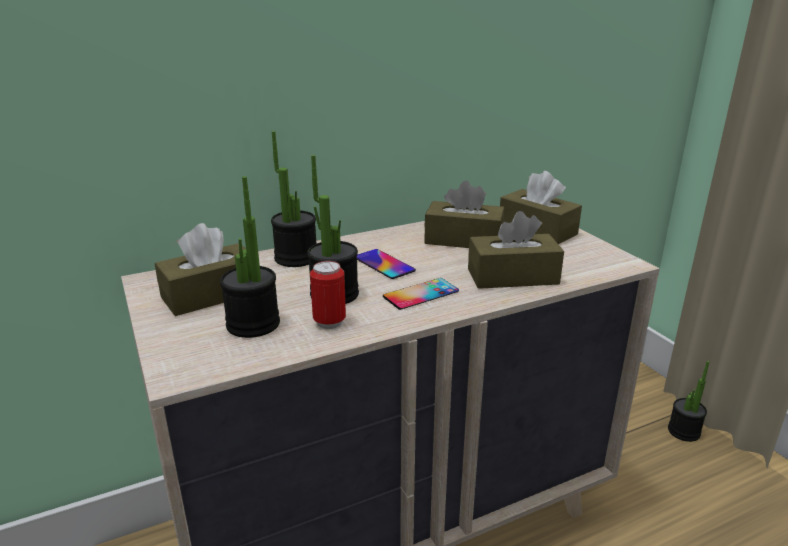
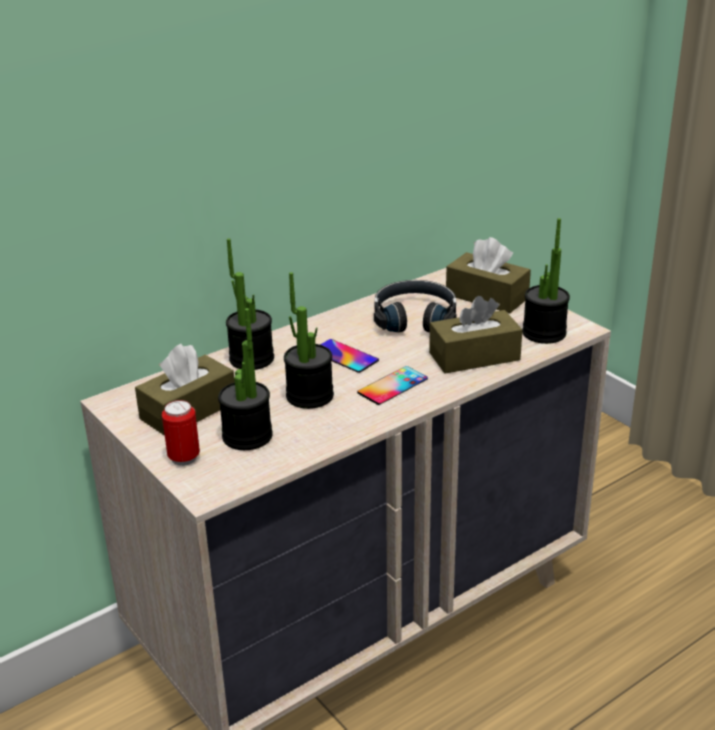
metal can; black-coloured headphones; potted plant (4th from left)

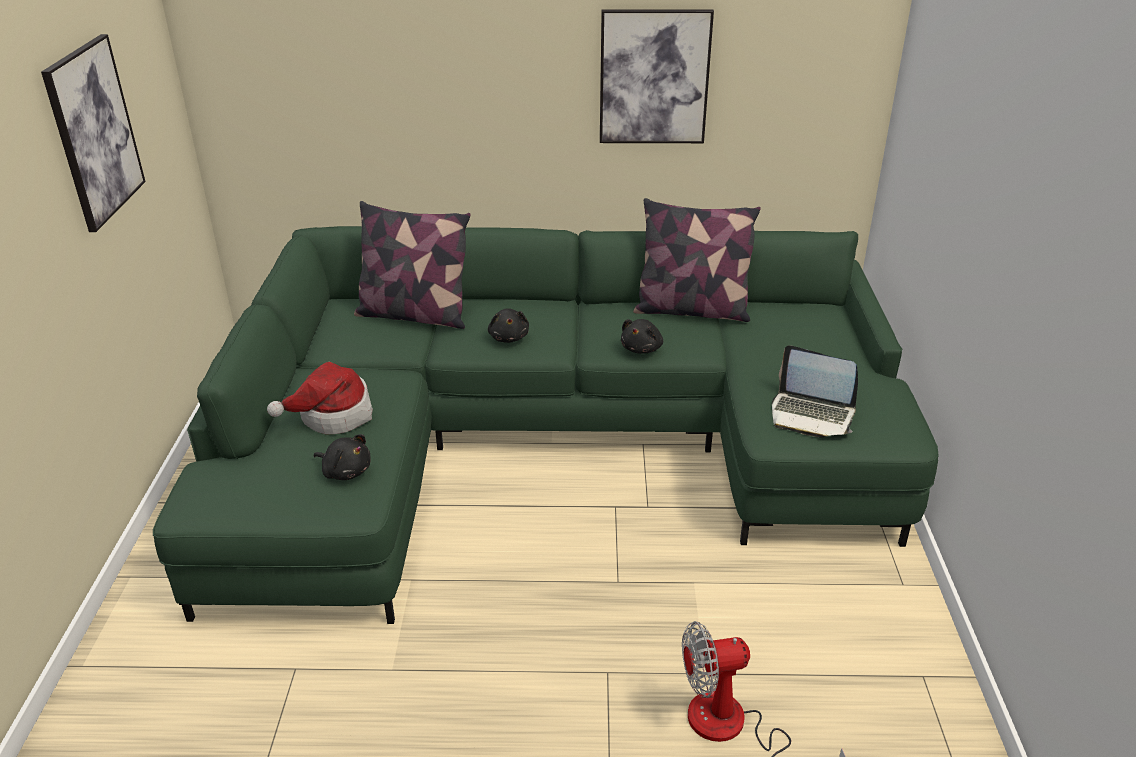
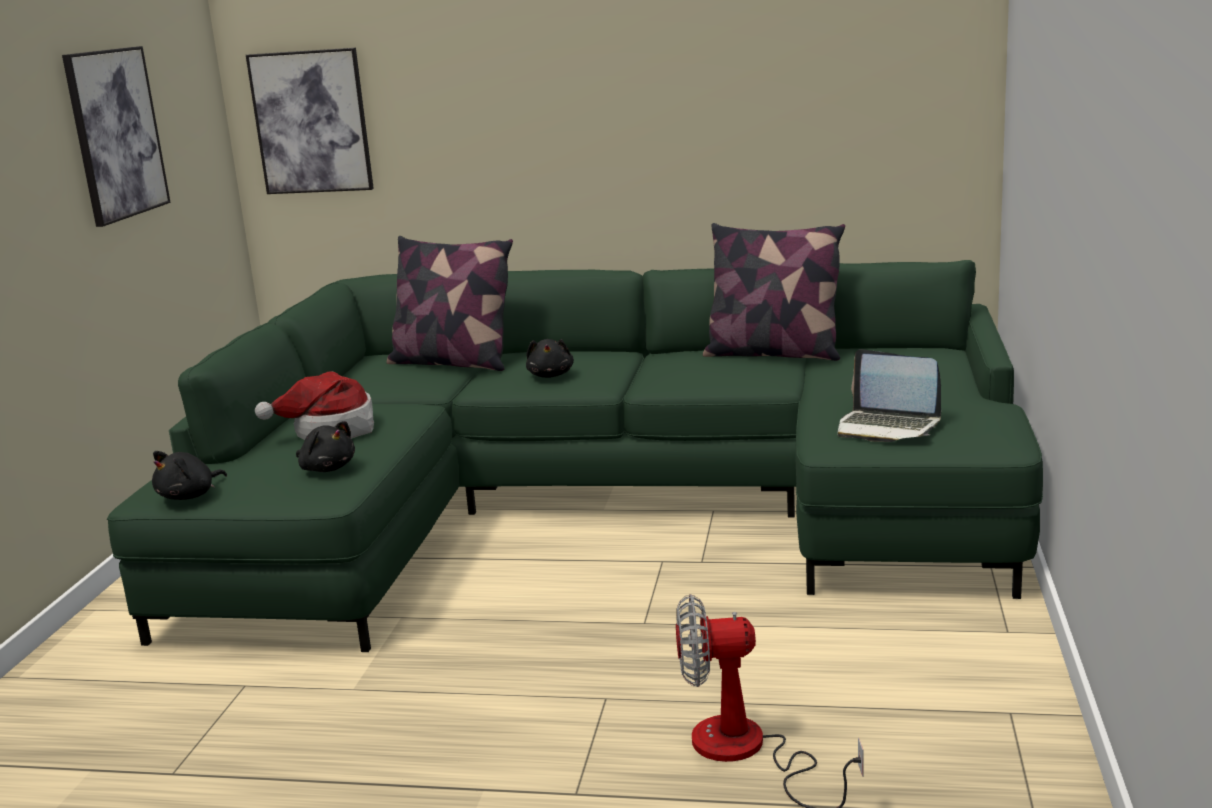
wall art (2nd from left); black-coloured plush toy (1st from left)

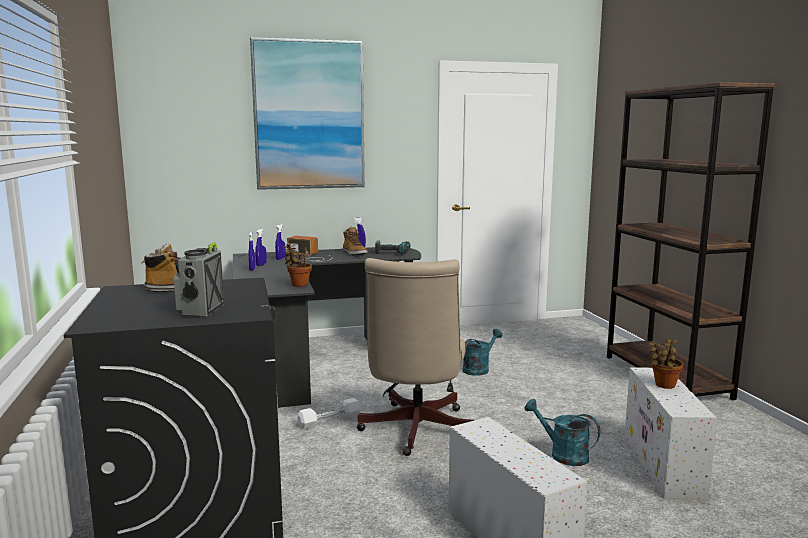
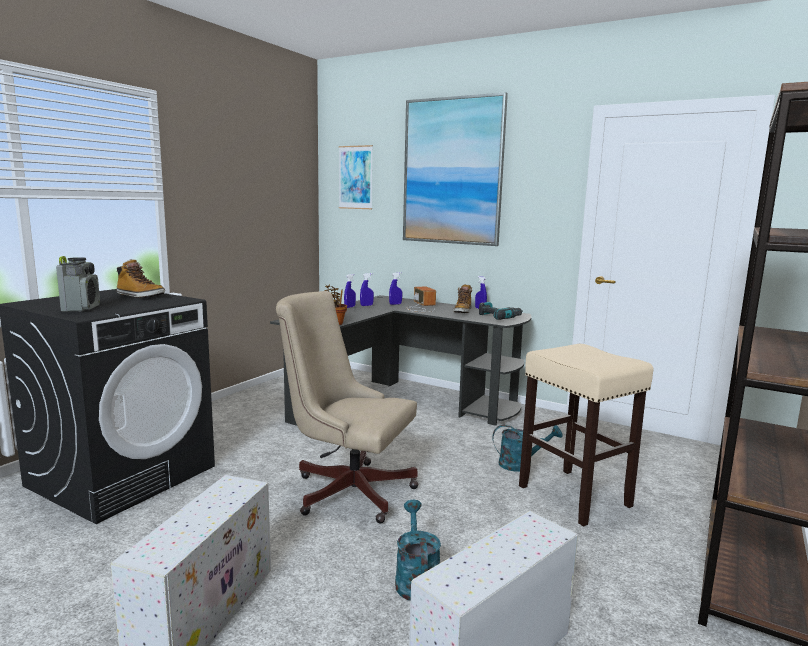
radio set (1st from left); white-coloured dumbbell; sand-coloured desk chair; potted plant (2nd from left in the first image); wall art (1st from left); sand-coloured stool seat

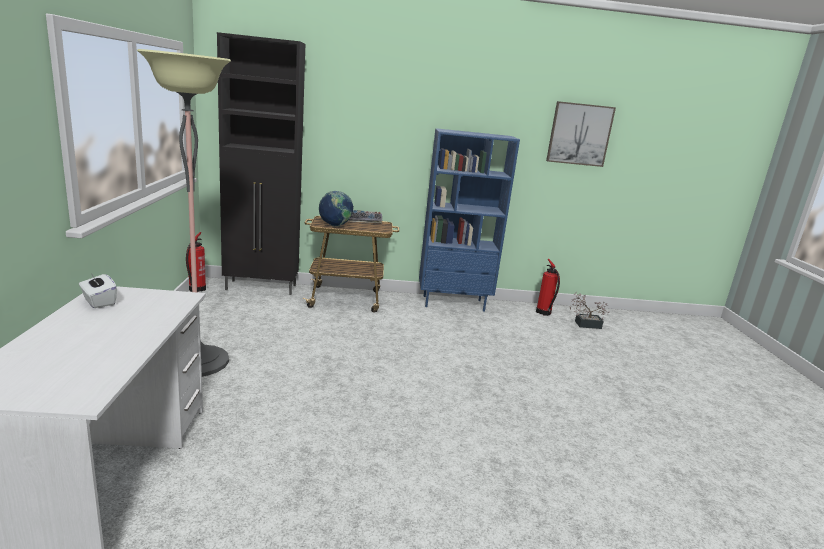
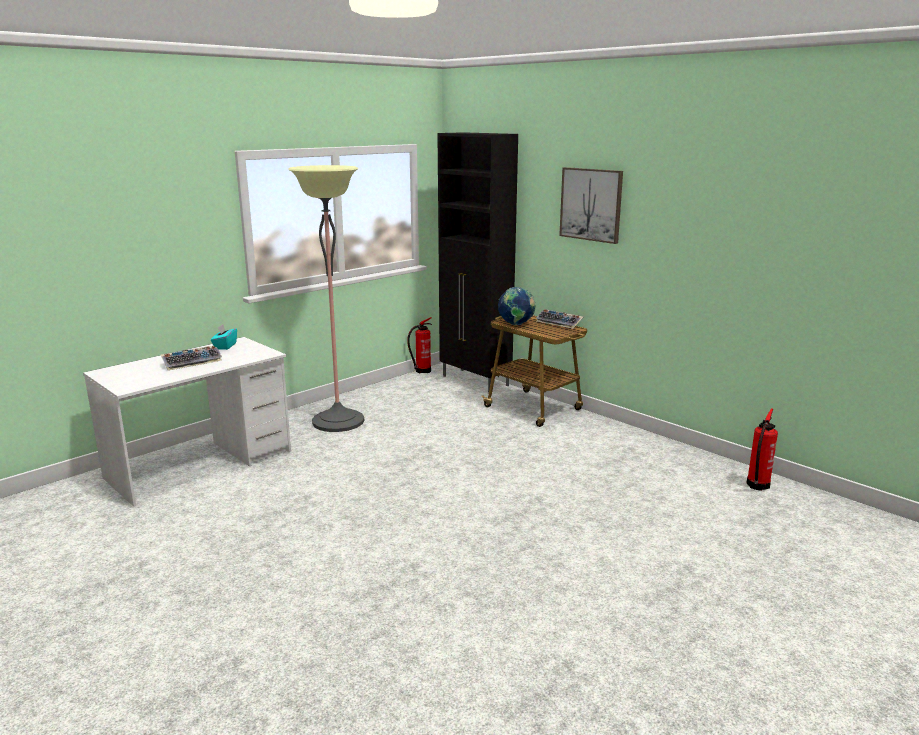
turquoise tissue box; blue-coloured shelving unit; wall art; potted plant; PC keyboard (1st from left)

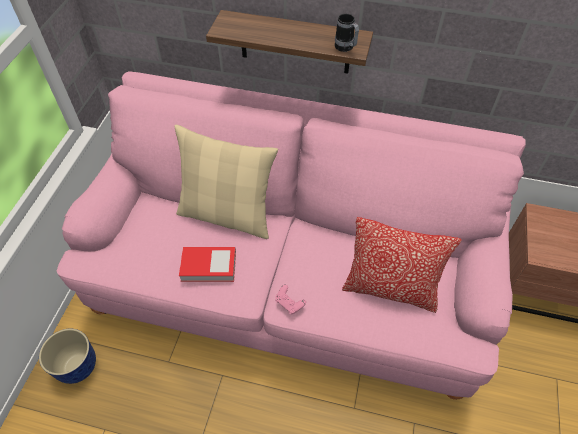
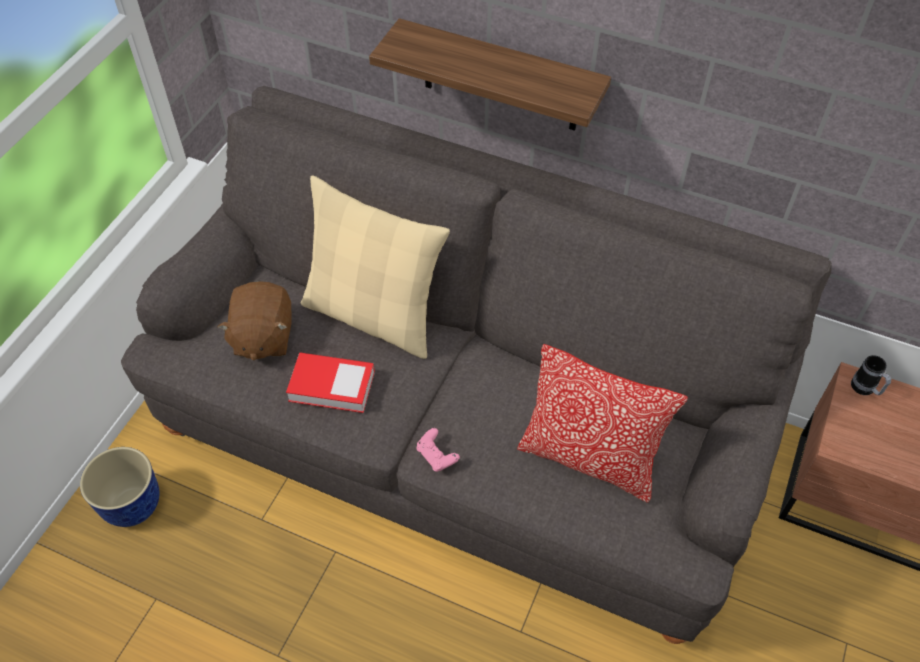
greyish sofa; mug; brownish plush toy

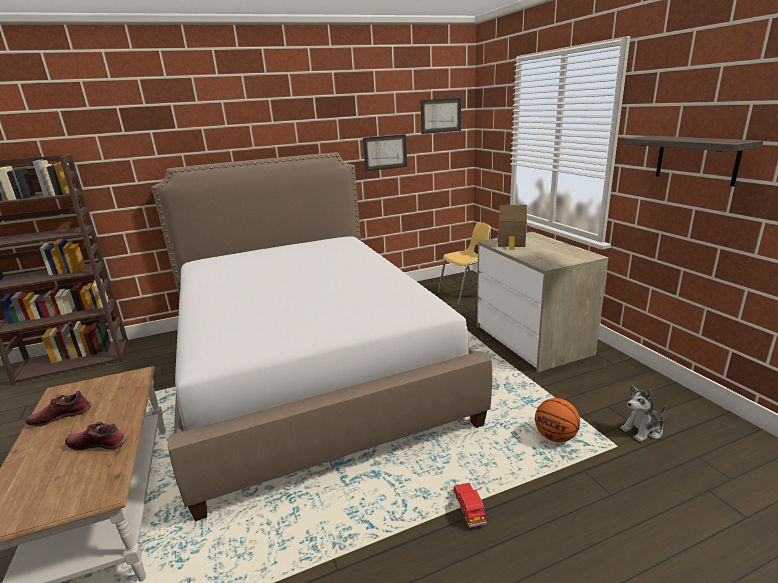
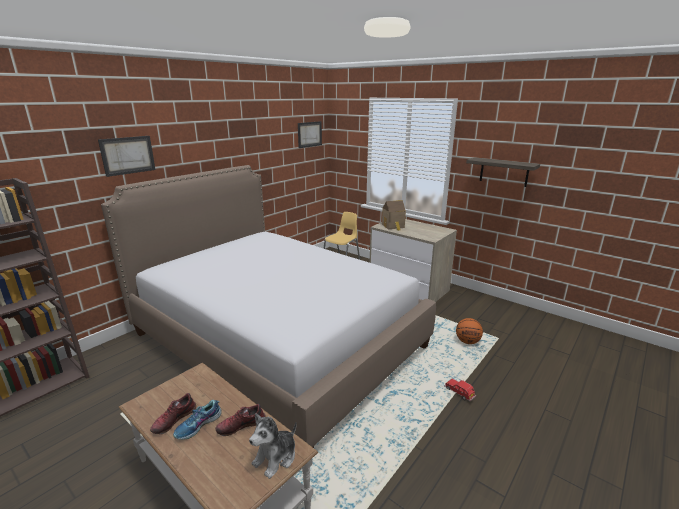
wall art (1st from left); plush toy; low shoe (2nd from left)

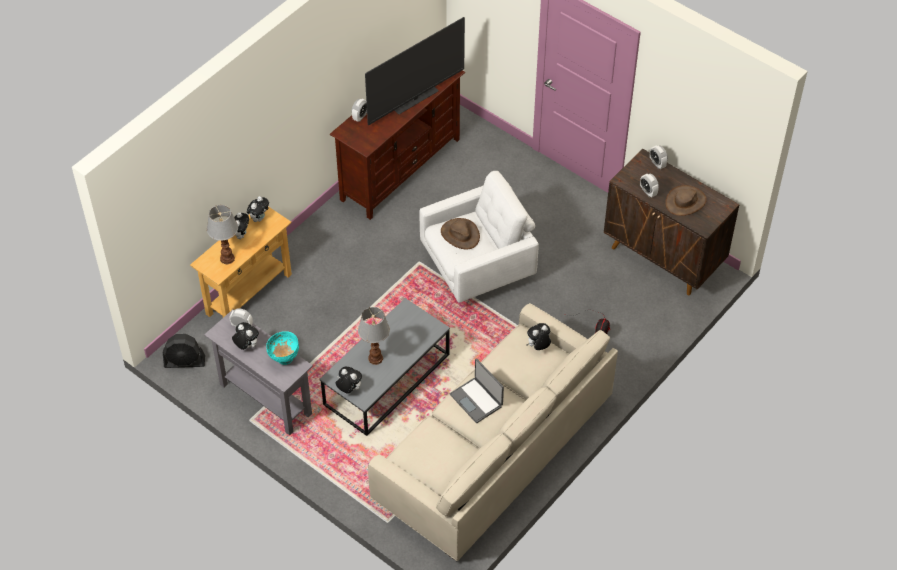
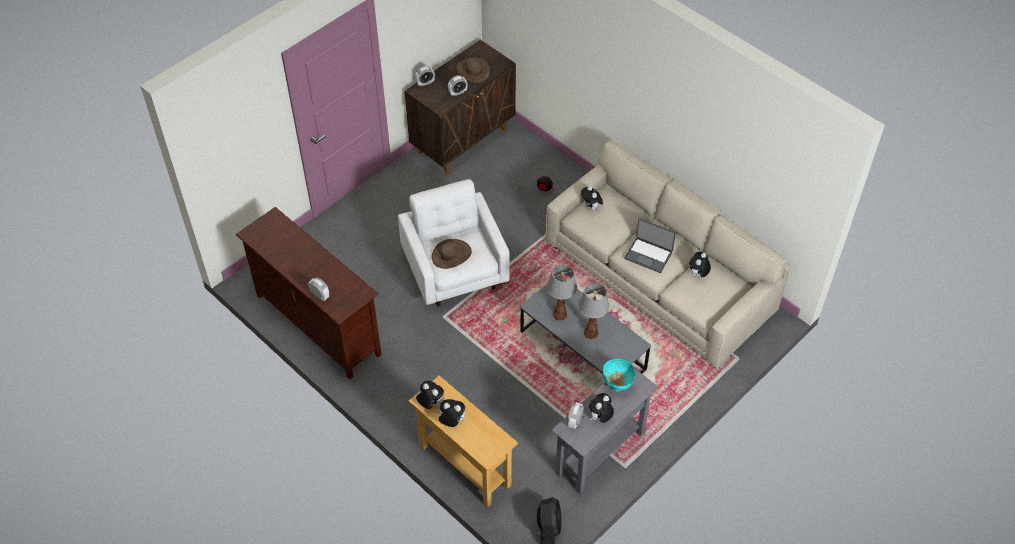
table lamp (1st from left); plush toy (5th from left); television; notebook computer

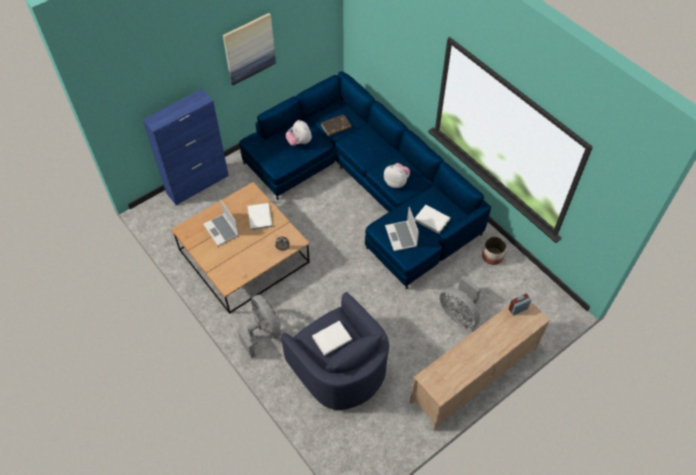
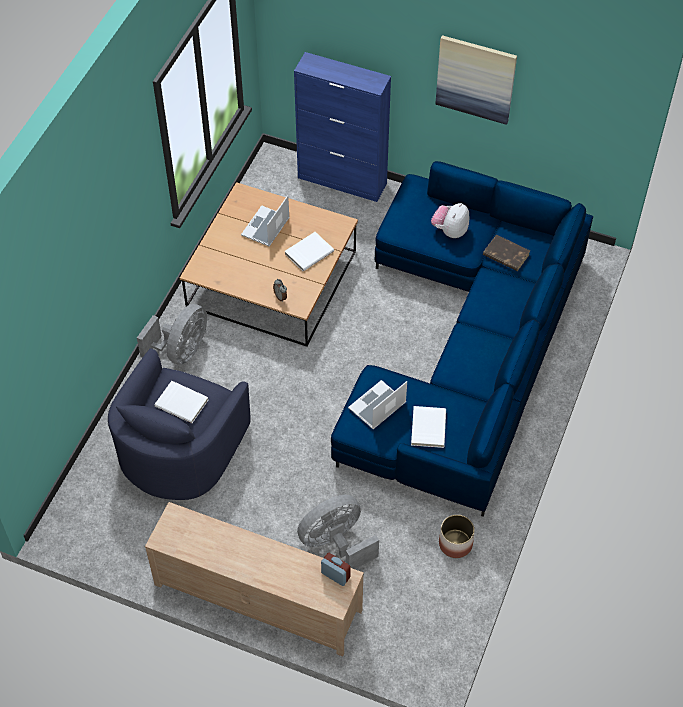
plush toy (2nd from left in the first image); greyish cooling fan (2nd from left)

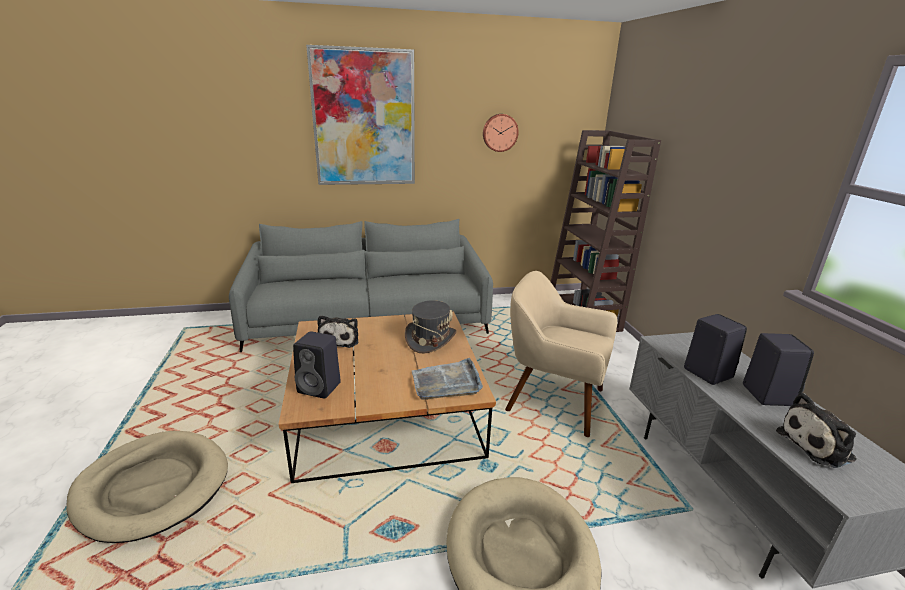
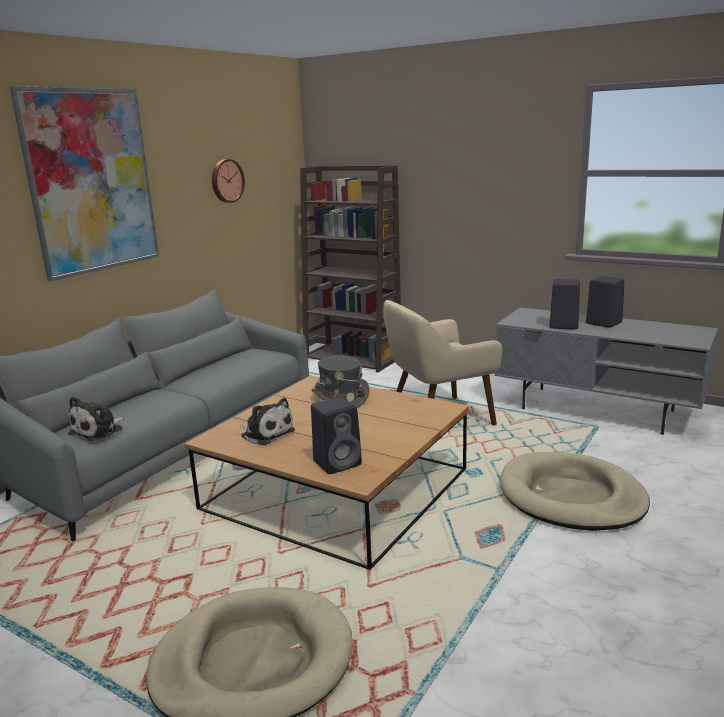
greyish serving tray; plush toy (1st from left)

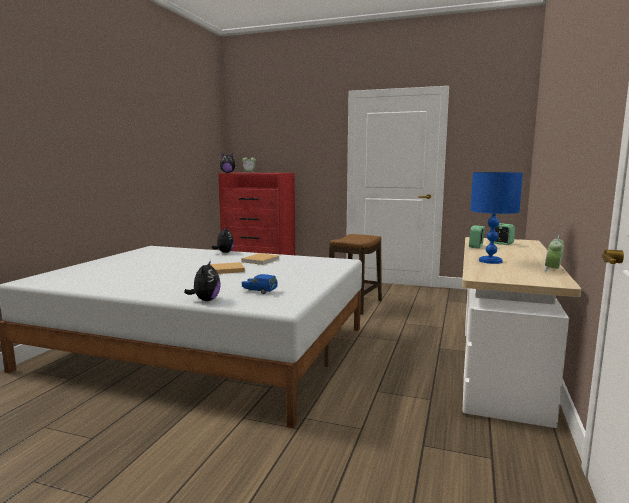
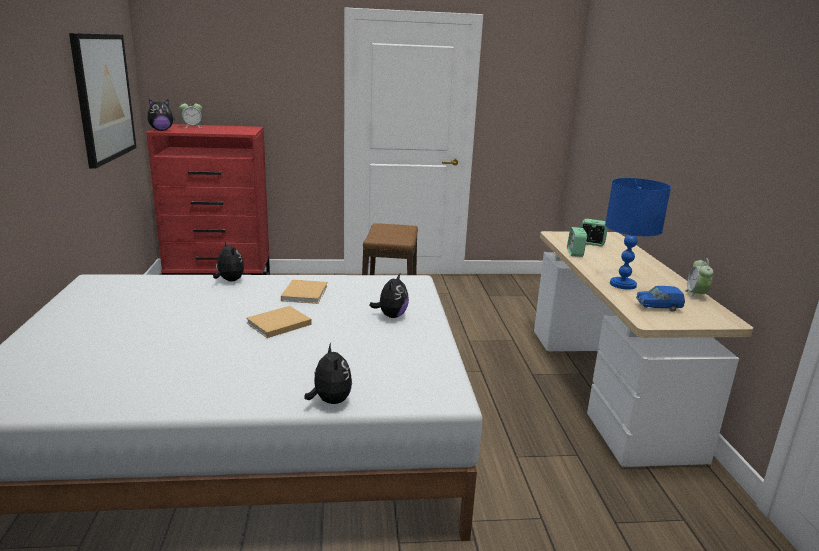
blue-coloured toy car; wall art; plush toy (4th from left)

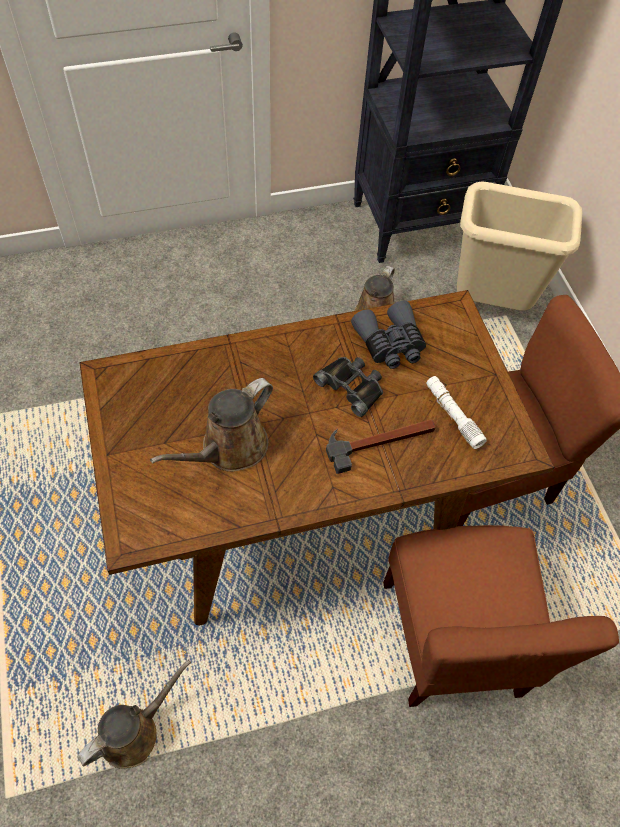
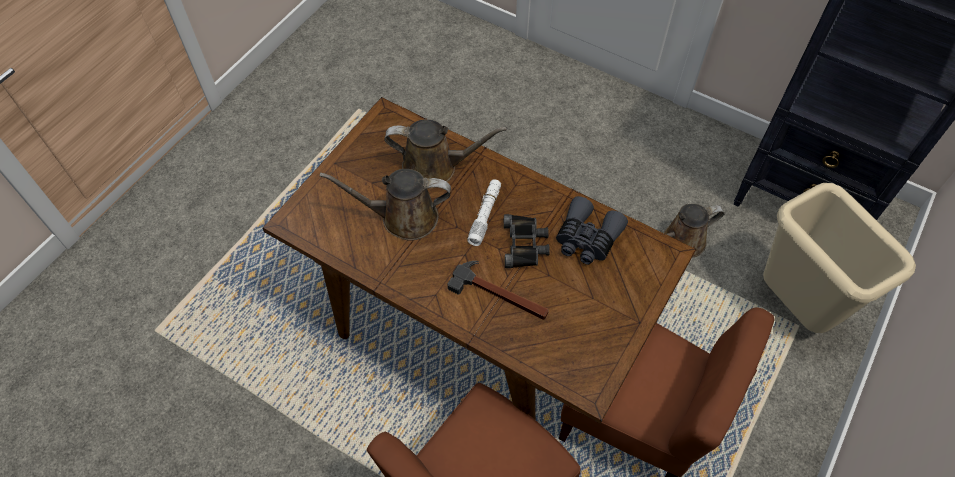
brownish sprinkling can (2nd from left); white-coloured torch

